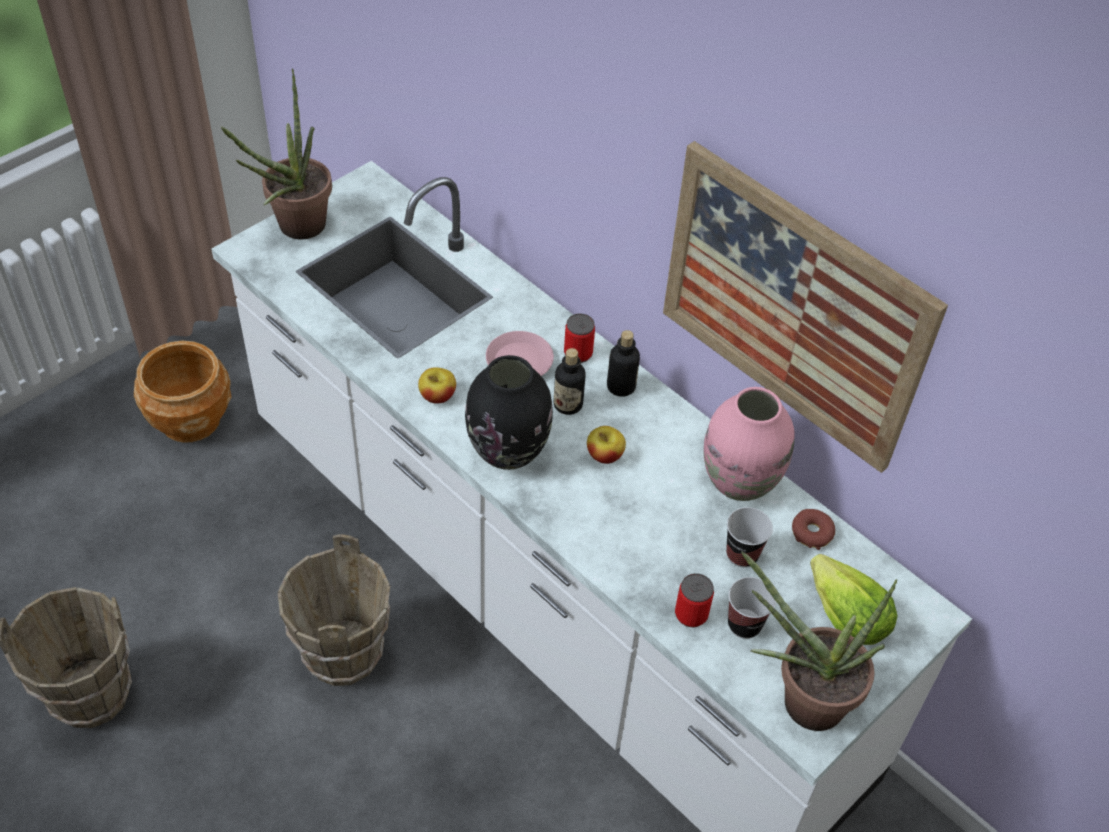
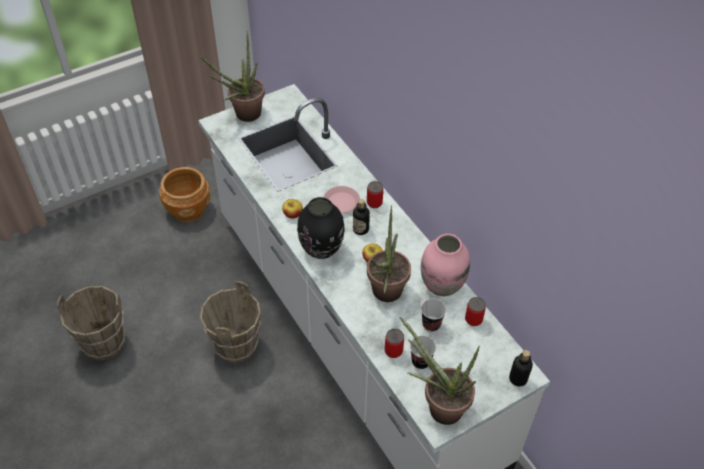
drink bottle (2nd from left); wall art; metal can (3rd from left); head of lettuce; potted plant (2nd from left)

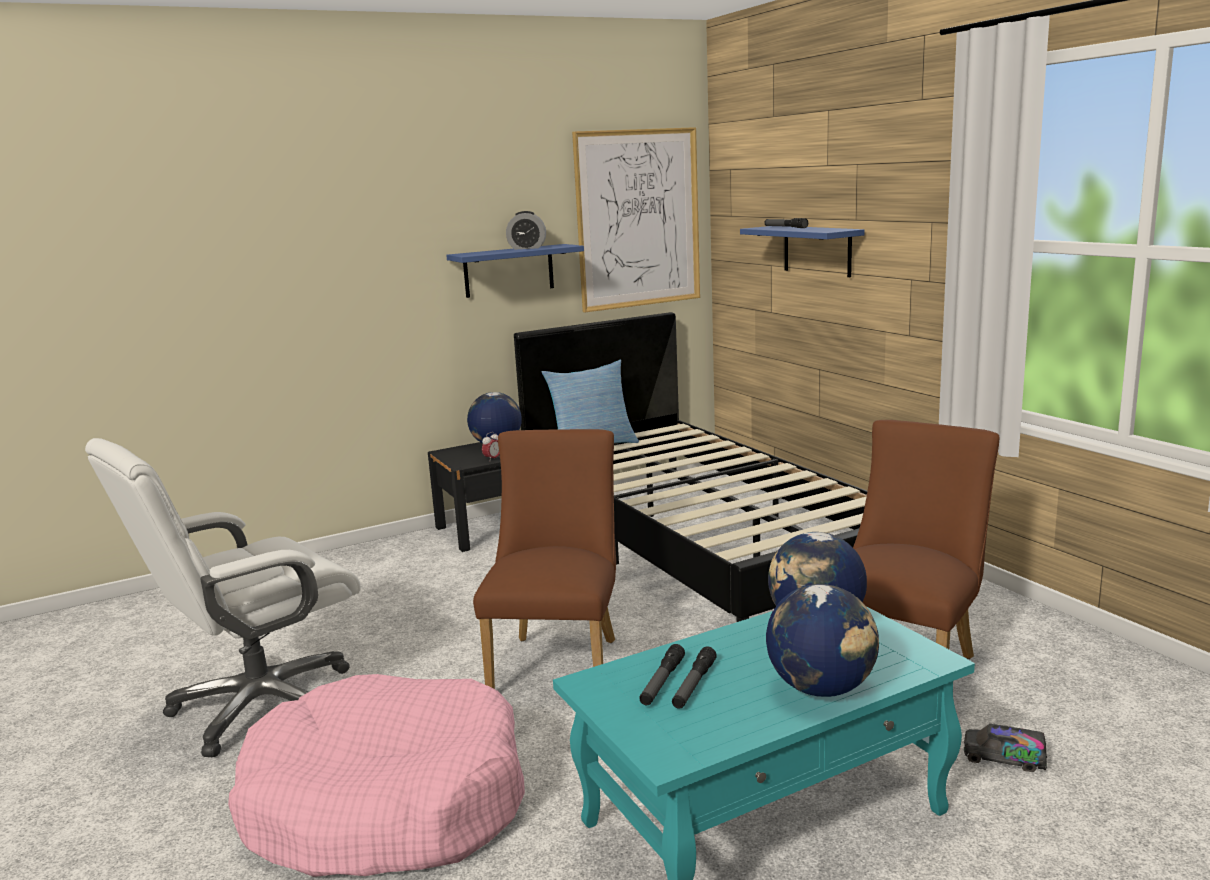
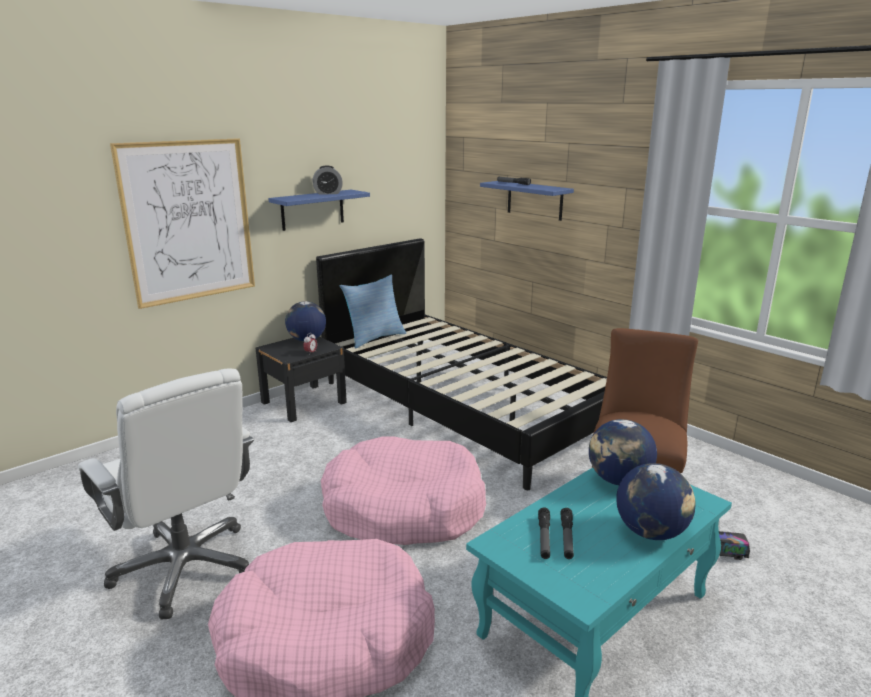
white-coloured desk chair; pinkish dog cushion (2nd from left); wall art

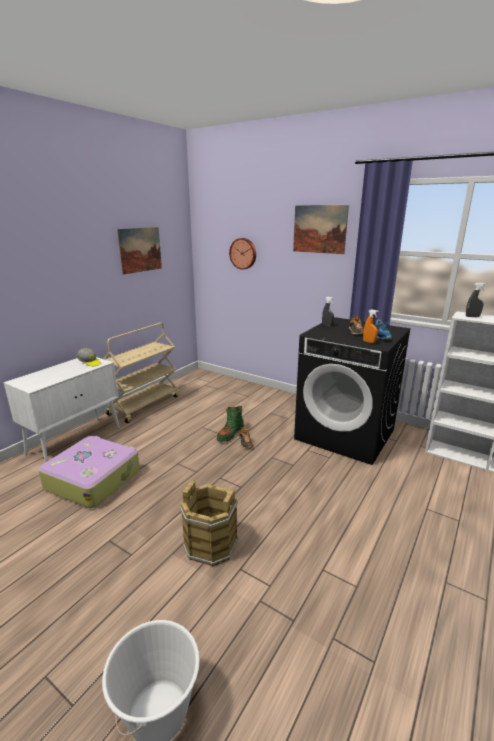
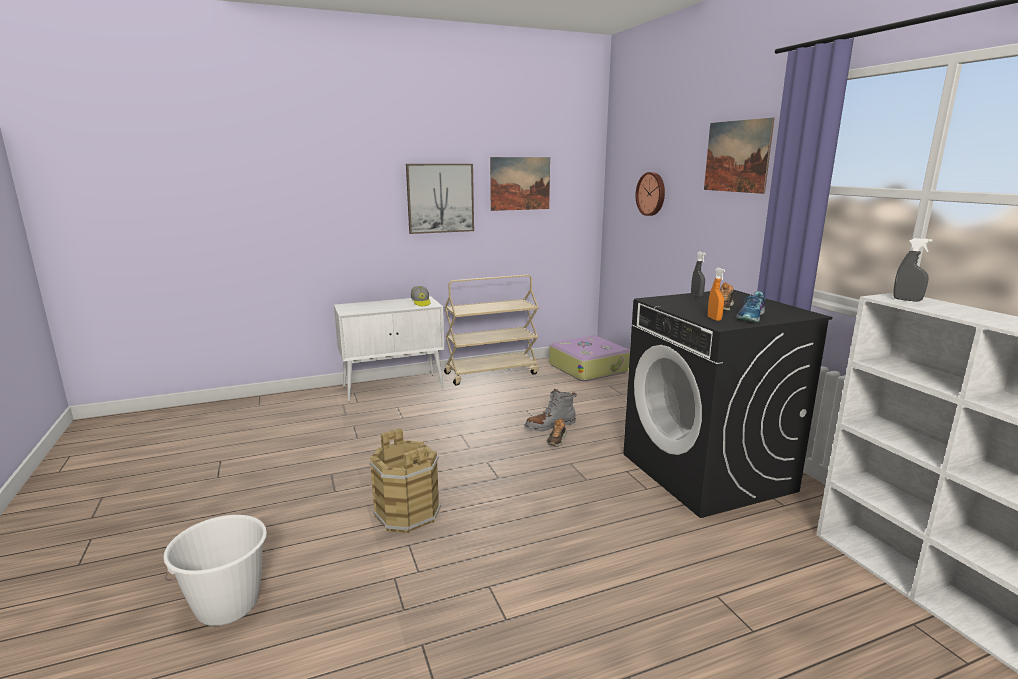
suitcase; greyish high-top boot; wall art (1st from left)

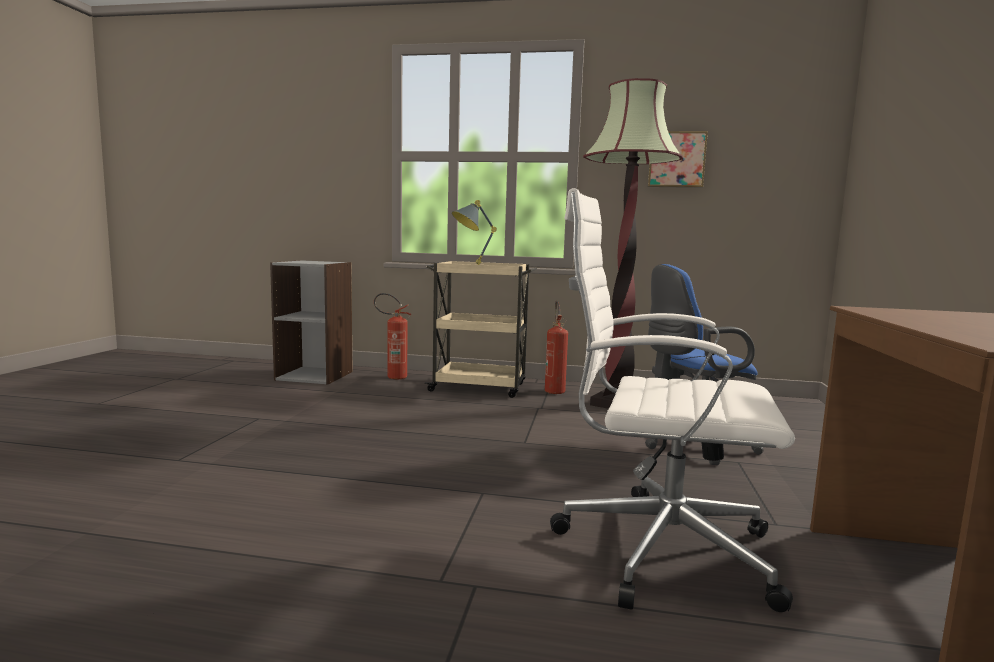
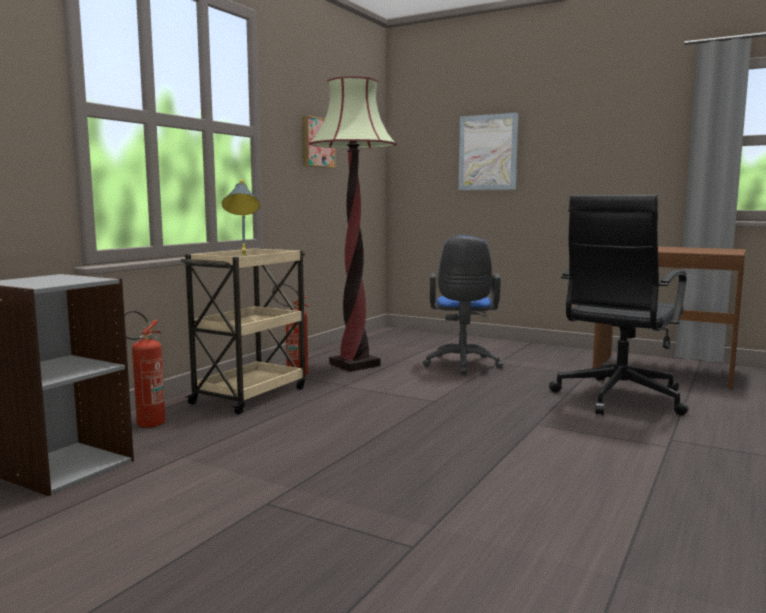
black-coloured desk chair; wall art (2nd from left)

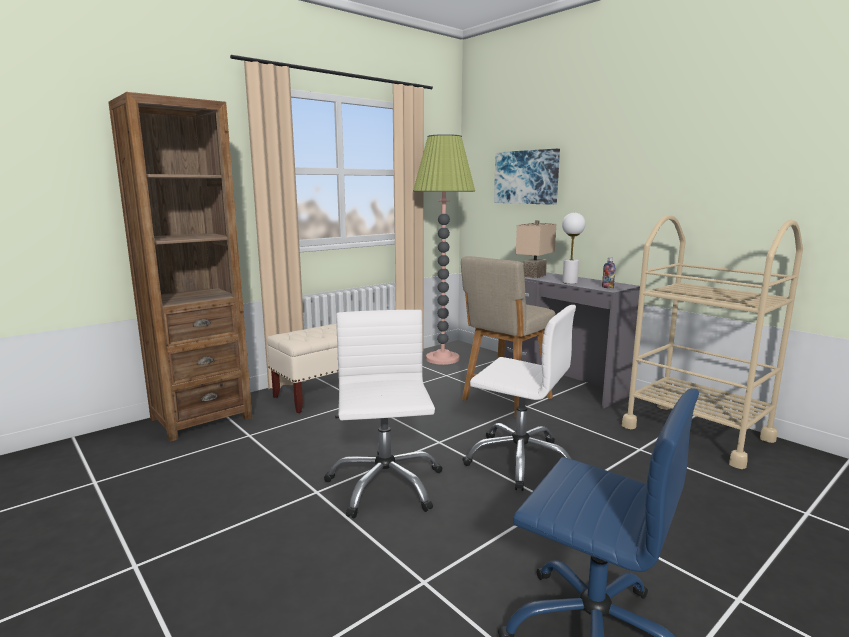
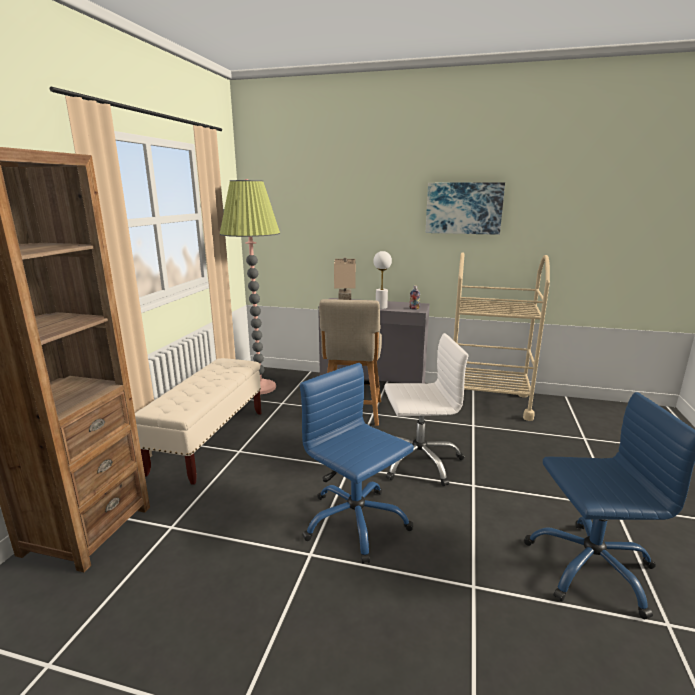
blue-coloured desk chair (1st from left); wall art

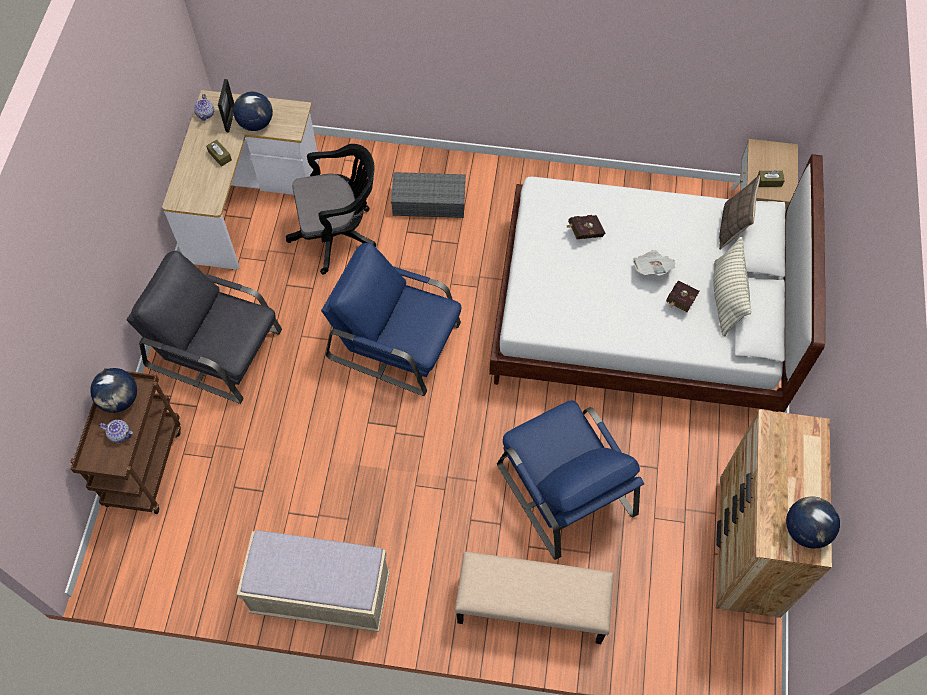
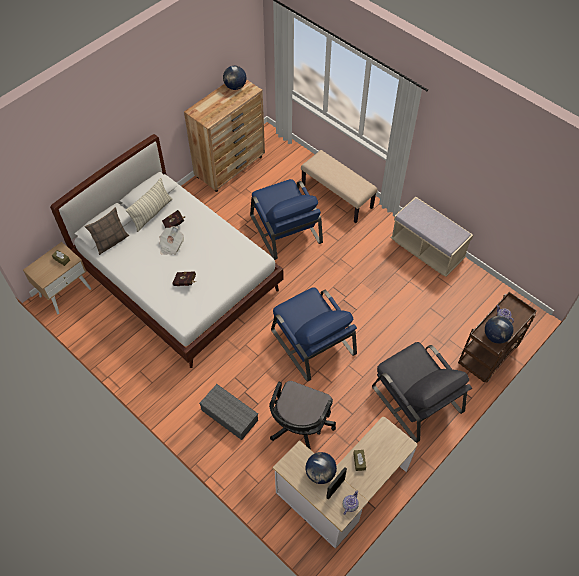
black-coloured desk chair; blue-coloured lounge chair (1st from left)

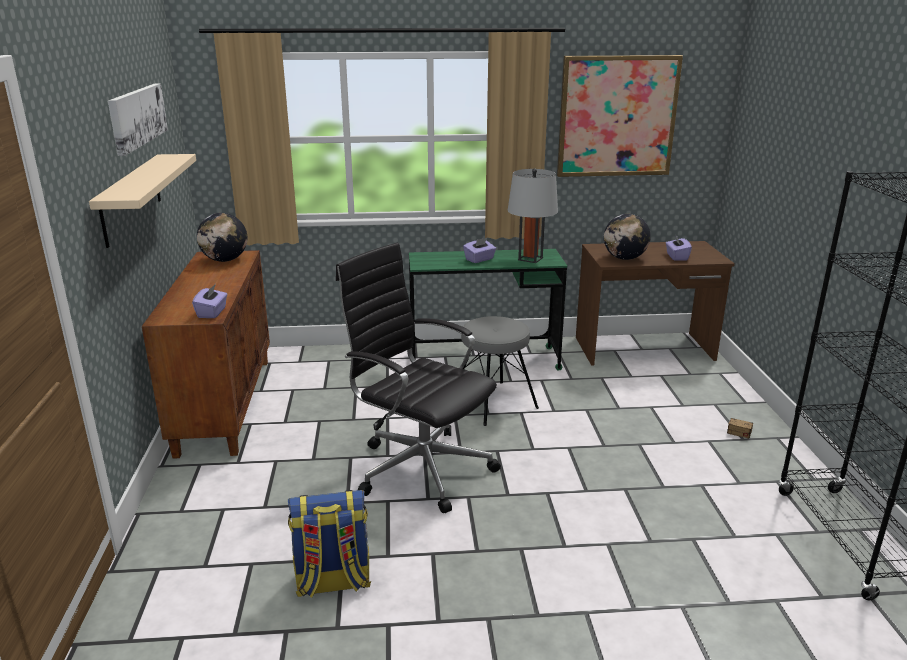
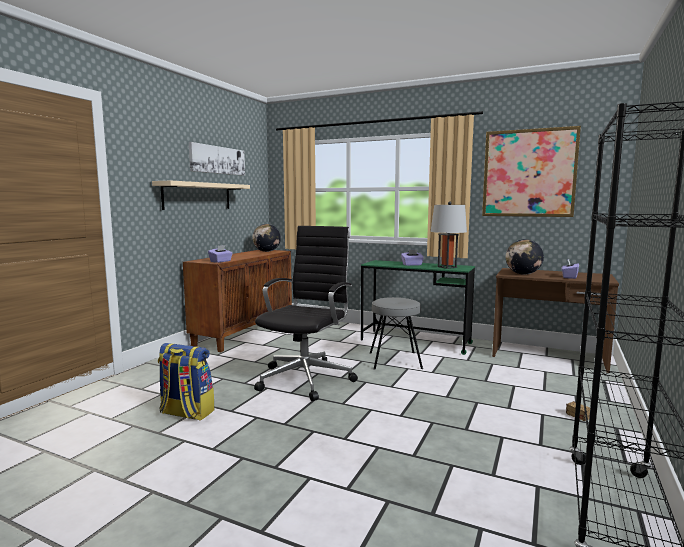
black-coloured desk chair

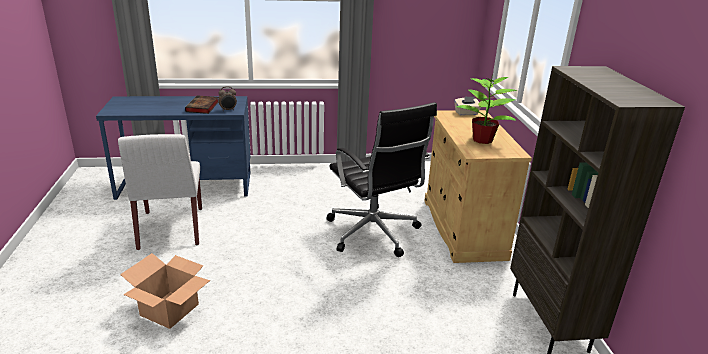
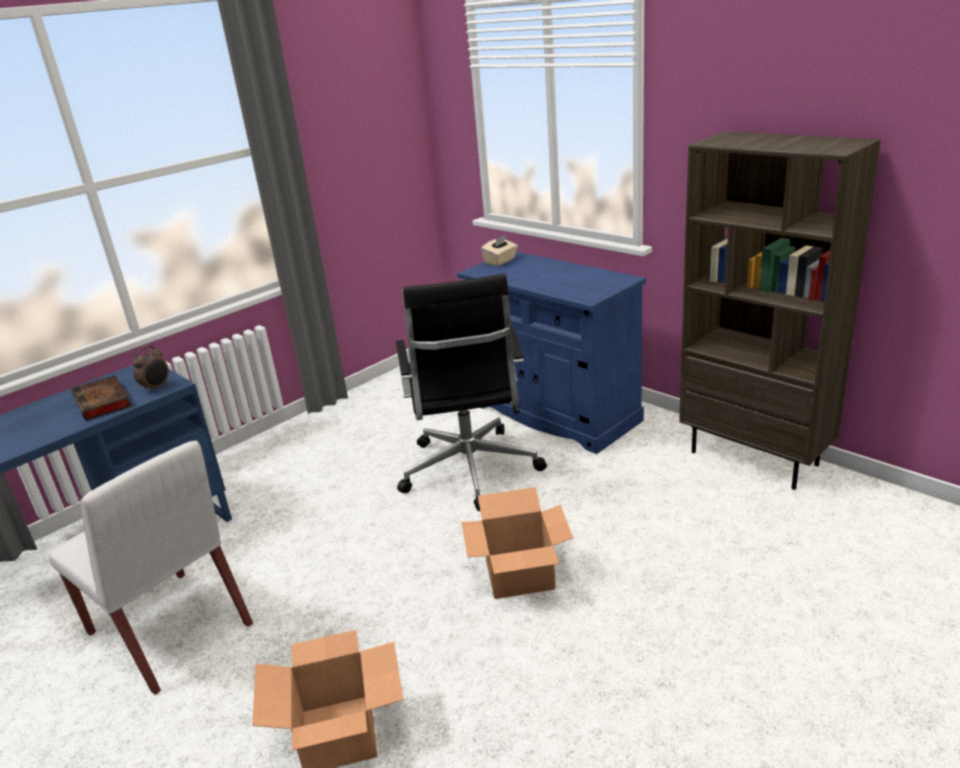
black-coloured desk chair; blue-coloured cupboard; potted plant; packing box (2nd from left)

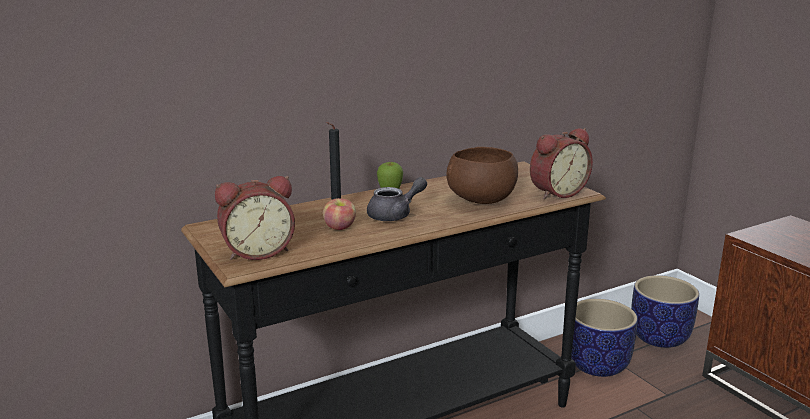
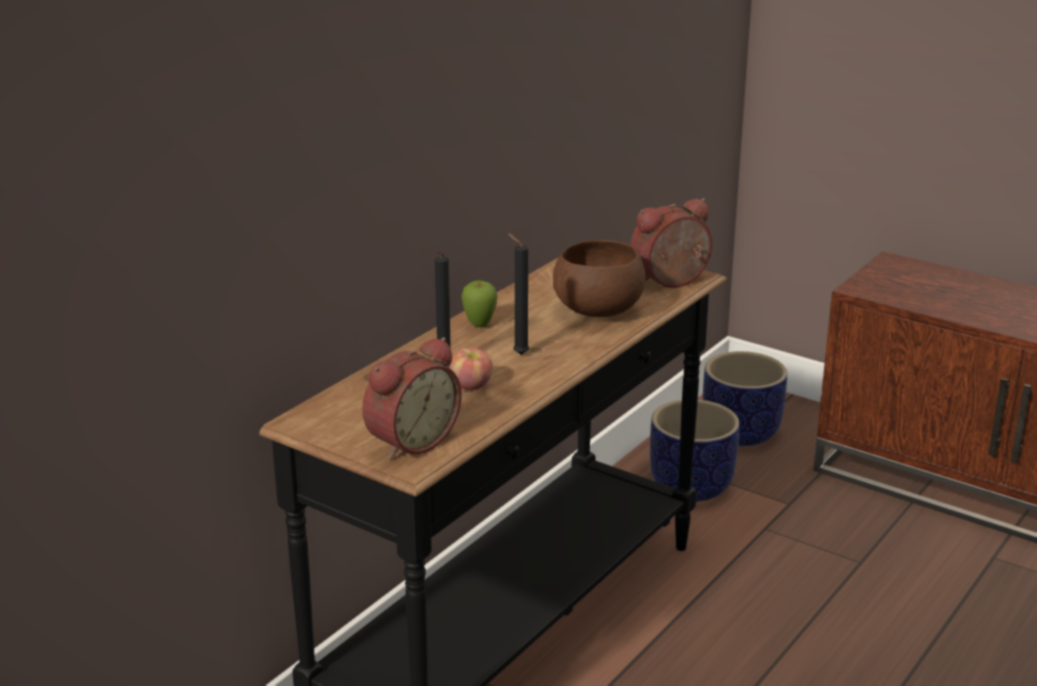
black-coloured wax candle (2nd from left); table clock (2nd from left)

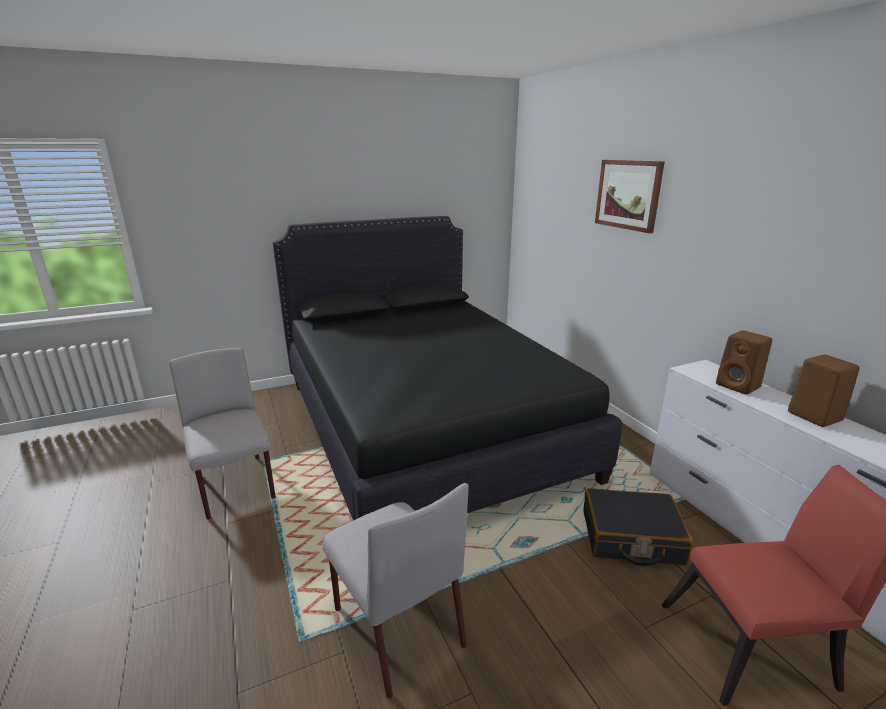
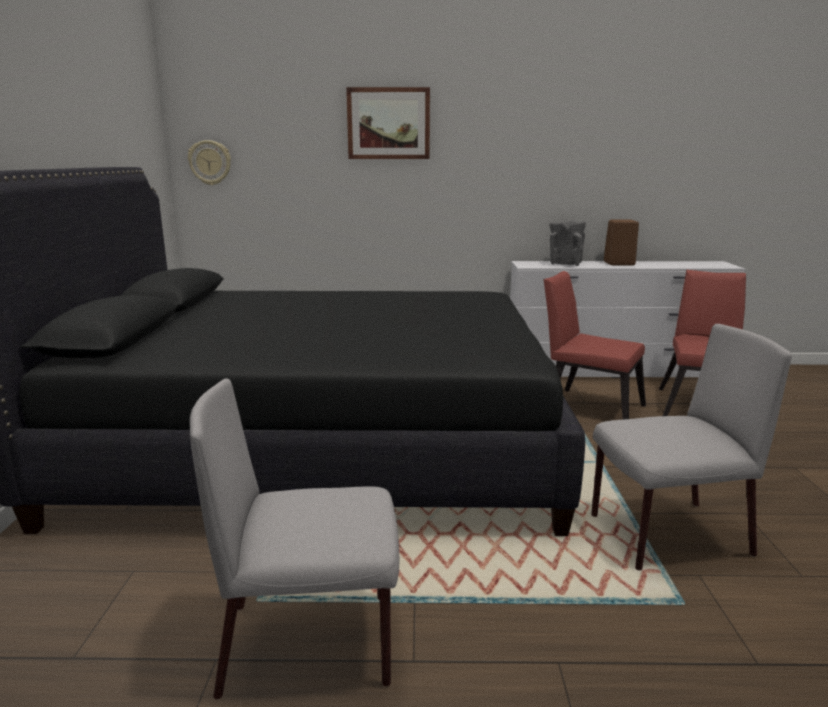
reddish upright chair (1st from left); greyish flower vase; clock on the wall

